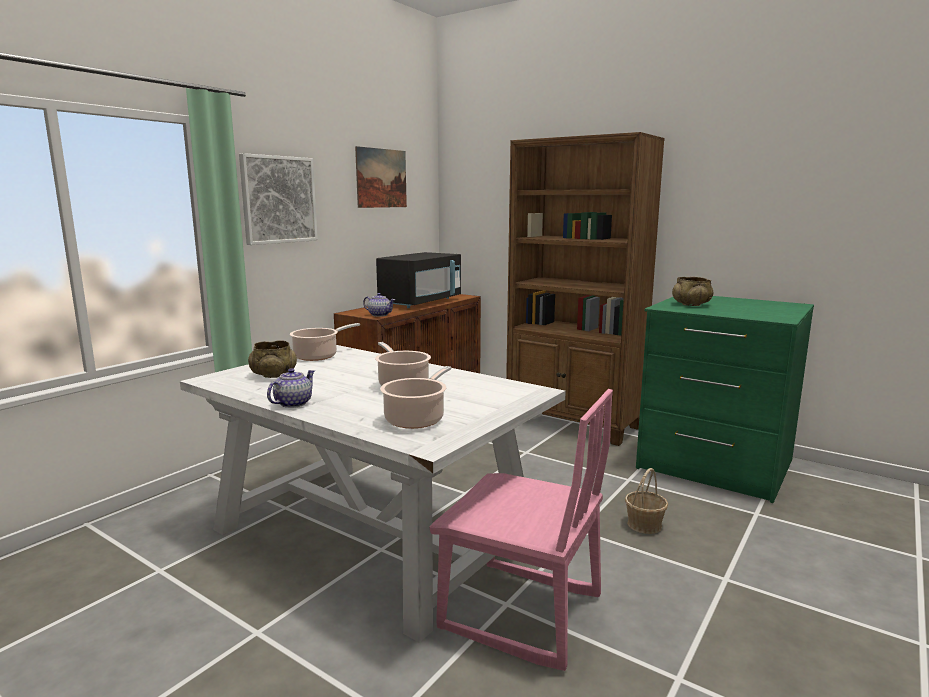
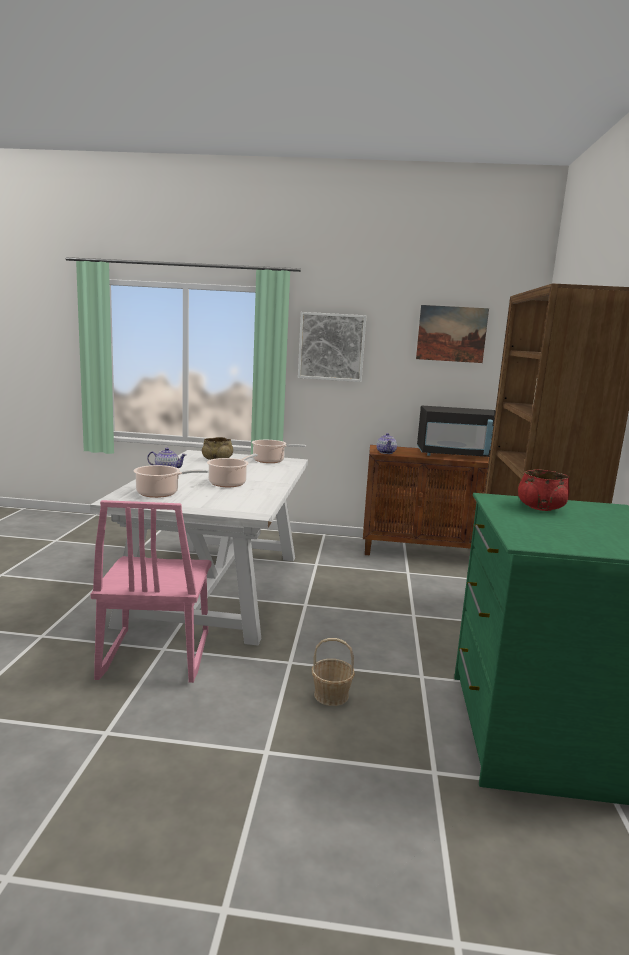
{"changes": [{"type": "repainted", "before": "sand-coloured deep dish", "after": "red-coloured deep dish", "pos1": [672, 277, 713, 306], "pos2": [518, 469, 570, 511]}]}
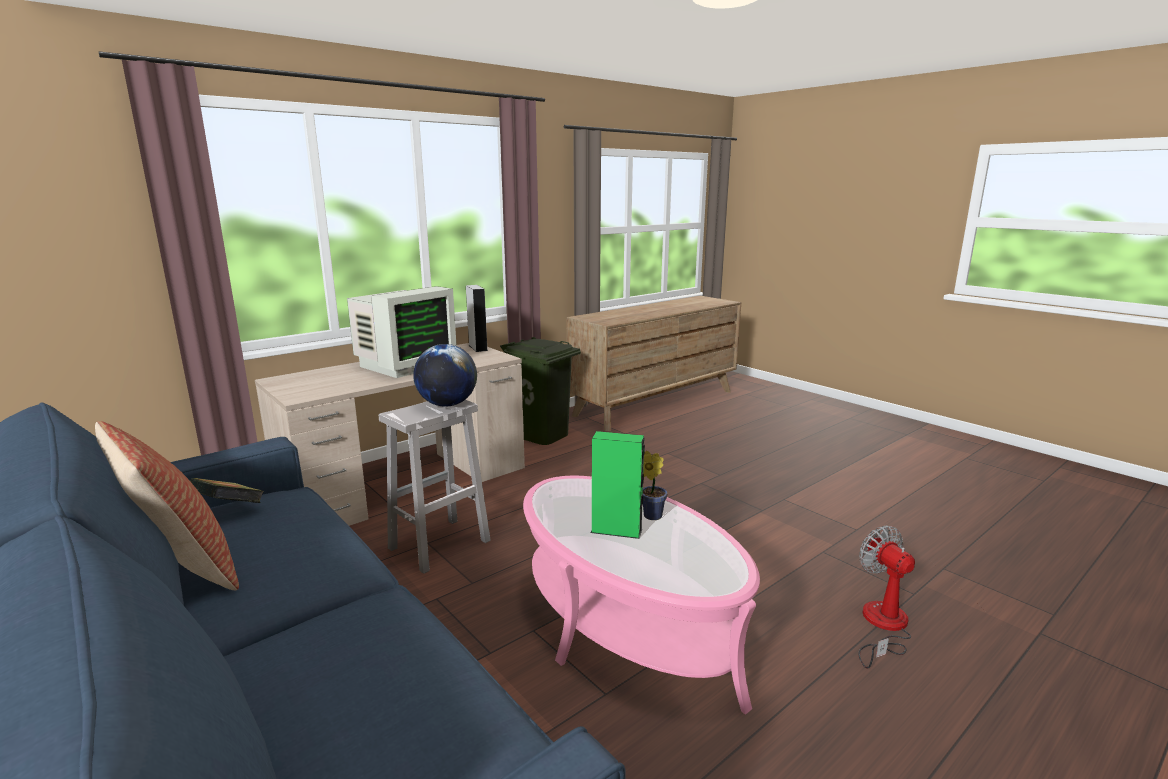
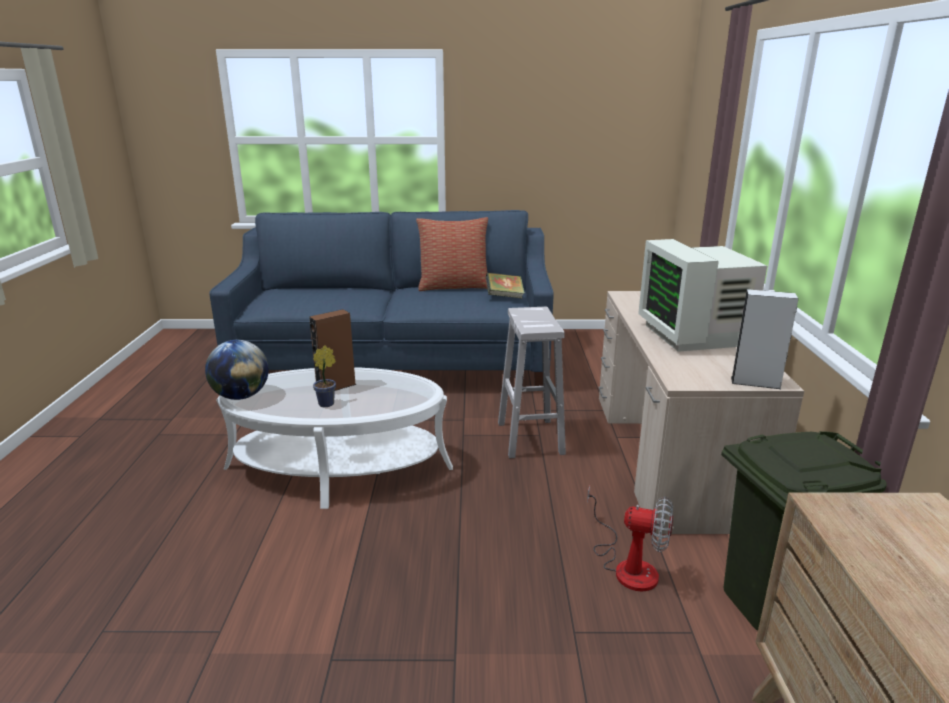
{"changes": [{"type": "shifted", "before": "globe", "pos1": [413, 344, 477, 407], "pos2": [205, 340, 269, 400]}, {"type": "repainted", "before": "pinkish lounge table", "after": "white lounge table", "pos1": [523, 476, 760, 715], "pos2": [216, 367, 453, 509]}, {"type": "repainted", "before": "green audio speaker", "after": "brownish audio speaker", "pos1": [591, 431, 645, 539], "pos2": [309, 309, 356, 391]}, {"type": "shifted", "before": "fan", "pos1": [858, 526, 915, 669], "pos2": [587, 486, 673, 592]}]}
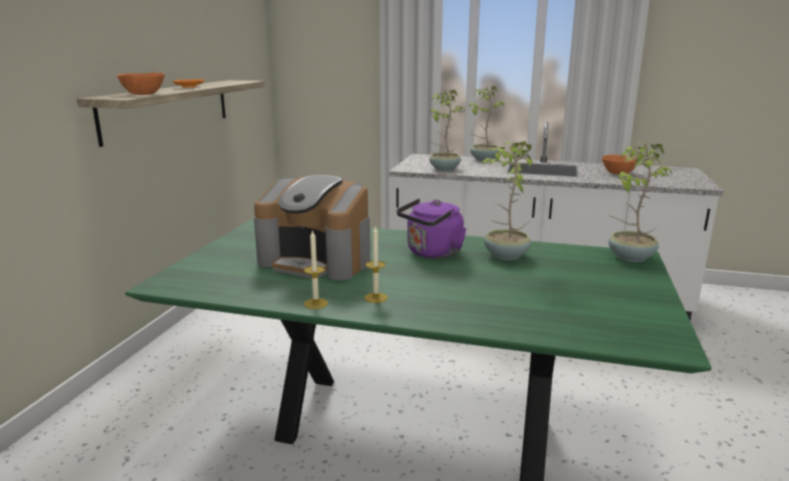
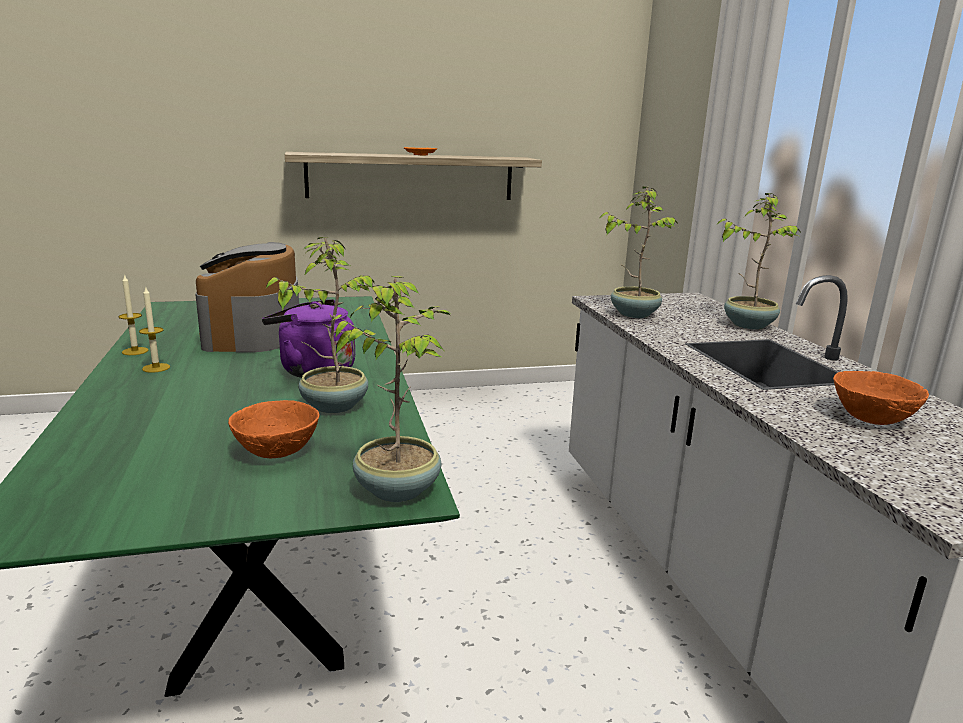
{"changes": [{"type": "shifted", "before": "orange deep dish", "pos1": [117, 73, 165, 95], "pos2": [228, 400, 320, 458]}]}
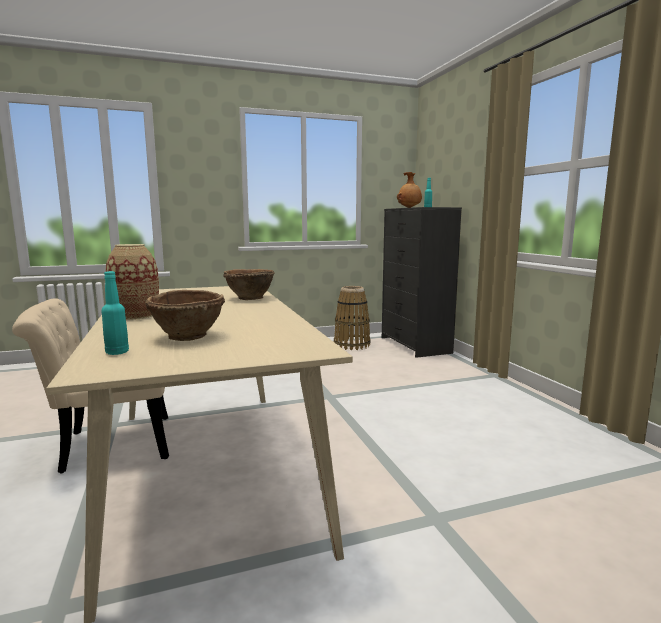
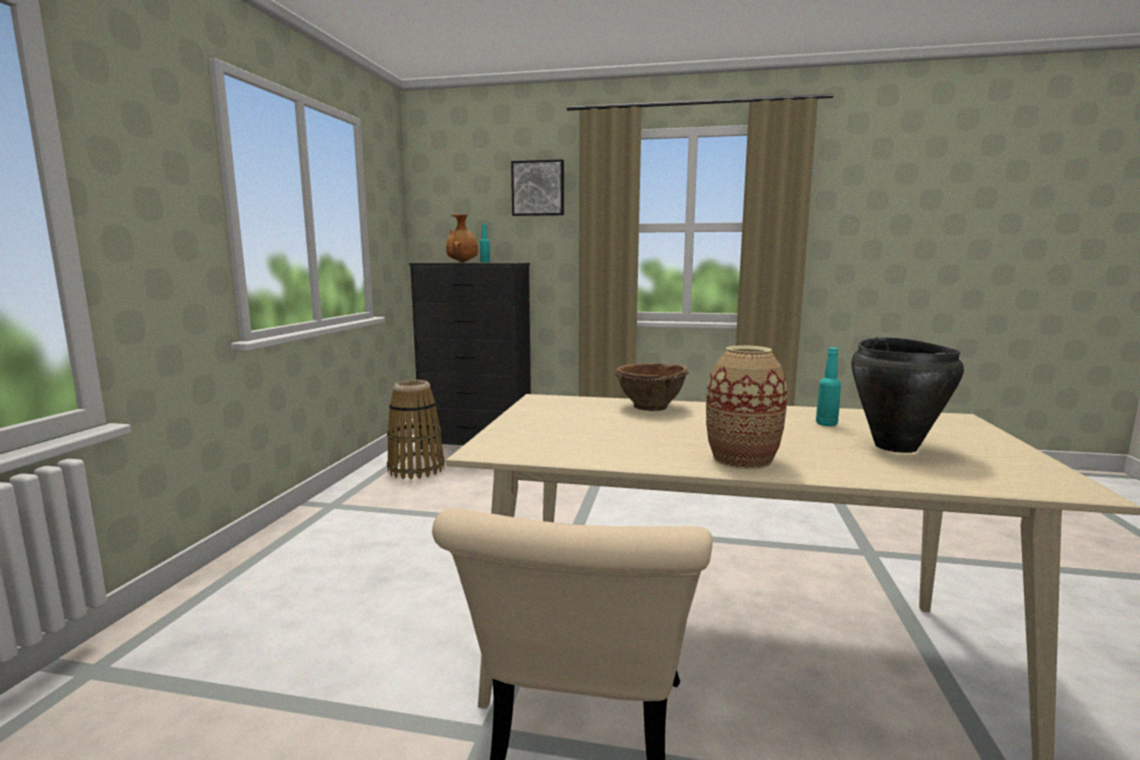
{"changes": [{"type": "new", "after": "picture", "pos2": [511, 159, 564, 216]}, {"type": "shifted", "before": "turquoise-coloured beverage bottle", "pos1": [101, 271, 129, 355], "pos2": [816, 347, 841, 426]}, {"type": "swapped", "before": "brownish deep dish", "after": "black saucepot", "pos1": [145, 290, 225, 341], "pos2": [851, 337, 964, 453]}]}
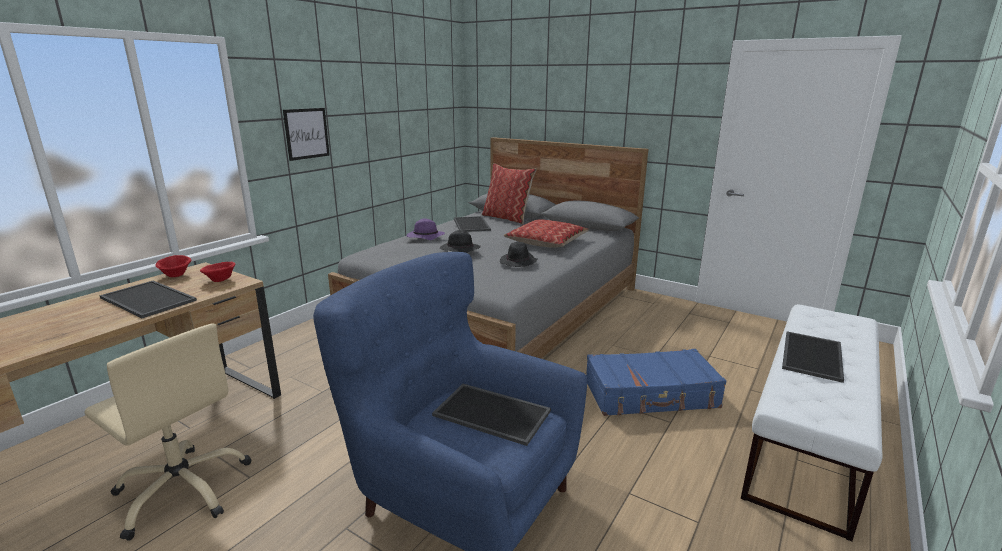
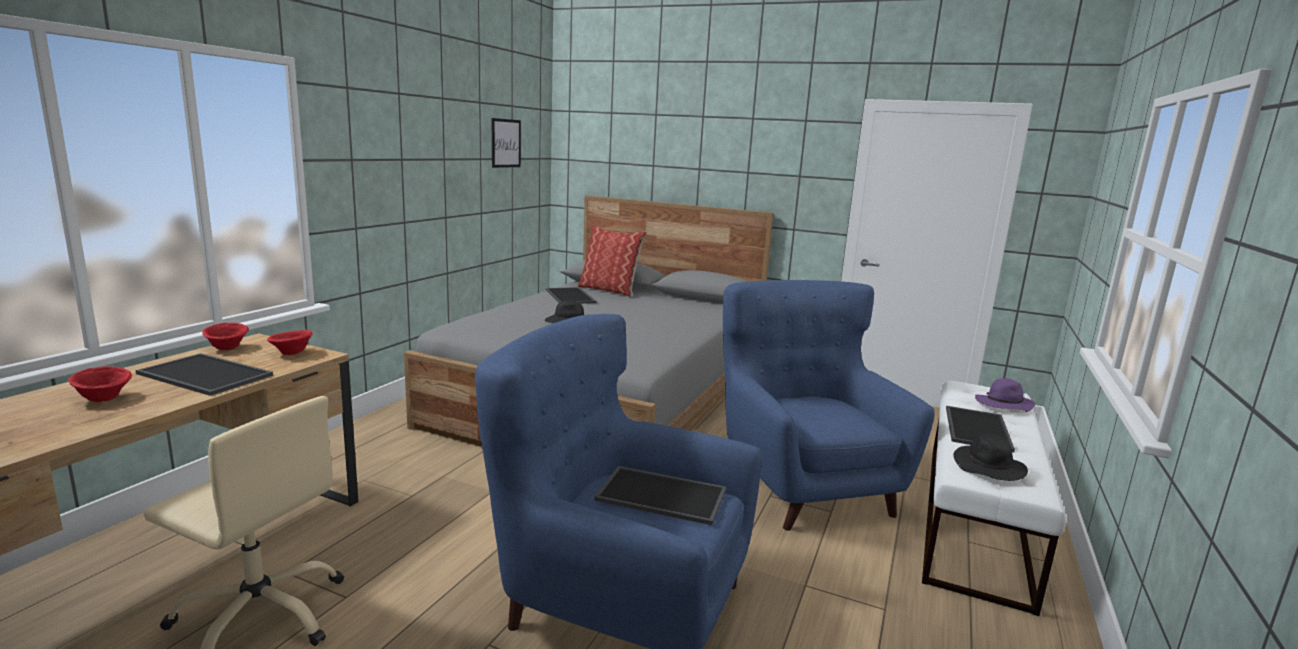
{"changes": [{"type": "new", "after": "red-coloured deep dish", "pos2": [68, 366, 132, 402]}, {"type": "shifted", "before": "picture", "pos1": [283, 108, 330, 161], "pos2": [492, 118, 521, 168]}, {"type": "swapped", "before": "blue-coloured travel case", "after": "blue-coloured lounge chair", "pos1": [586, 349, 727, 416], "pos2": [723, 280, 935, 531]}, {"type": "shifted", "before": "black hat", "pos1": [500, 242, 538, 267], "pos2": [954, 434, 1028, 481]}, {"type": "shifted", "before": "purple-coloured hat", "pos1": [406, 219, 445, 240], "pos2": [975, 378, 1035, 412]}, {"type": "gone", "before": "pillow", "pos1": [504, 219, 589, 248]}]}
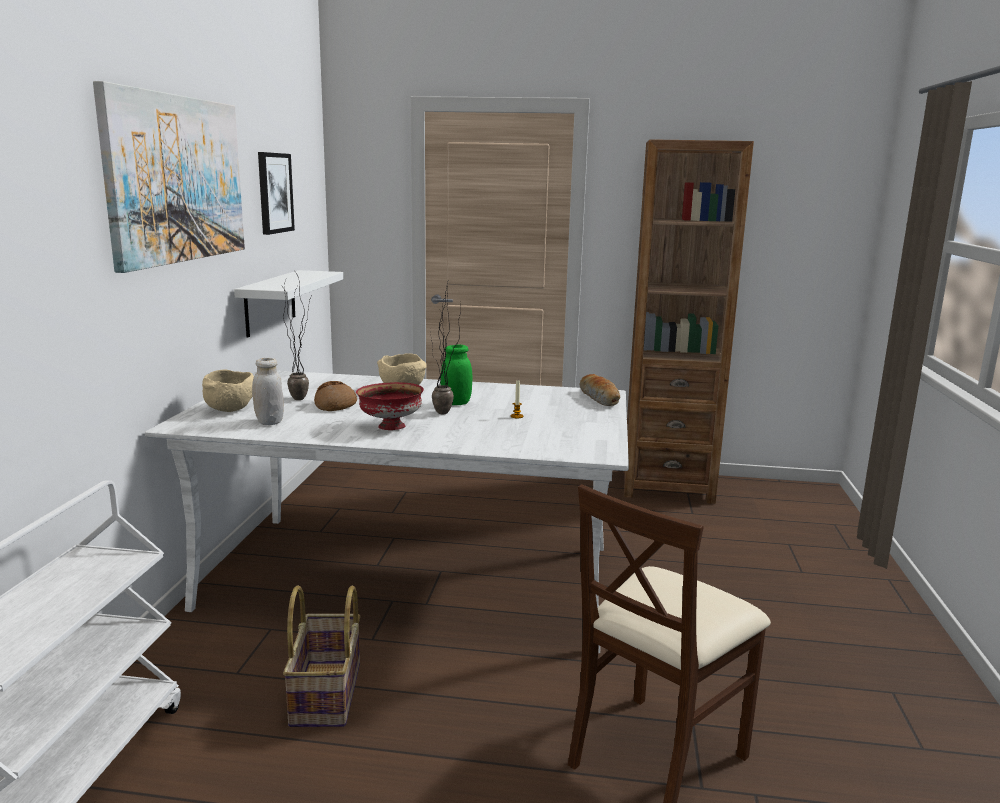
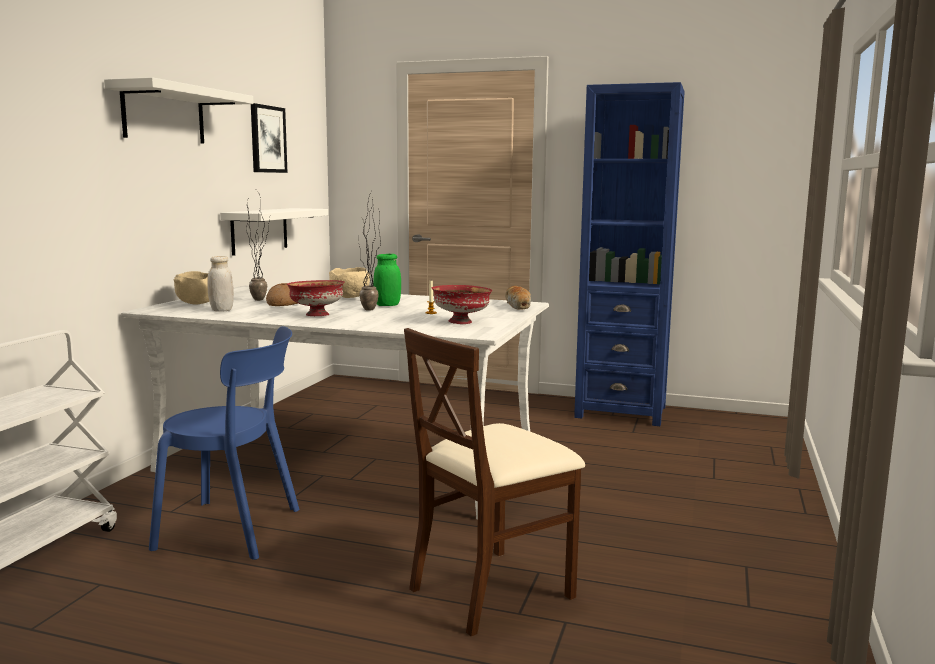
{"changes": [{"type": "swapped", "before": "picture", "after": "white wall shelf", "pos1": [93, 81, 245, 273], "pos2": [104, 77, 254, 144]}, {"type": "swapped", "before": "household basket", "after": "blue-coloured upright chair", "pos1": [283, 585, 360, 727], "pos2": [149, 326, 299, 560]}, {"type": "new", "after": "red-coloured deep dish", "pos2": [432, 285, 492, 324]}, {"type": "repainted", "before": "brownish bookcase", "after": "blue-coloured bookcase", "pos1": [624, 139, 754, 504], "pos2": [574, 82, 685, 426]}]}
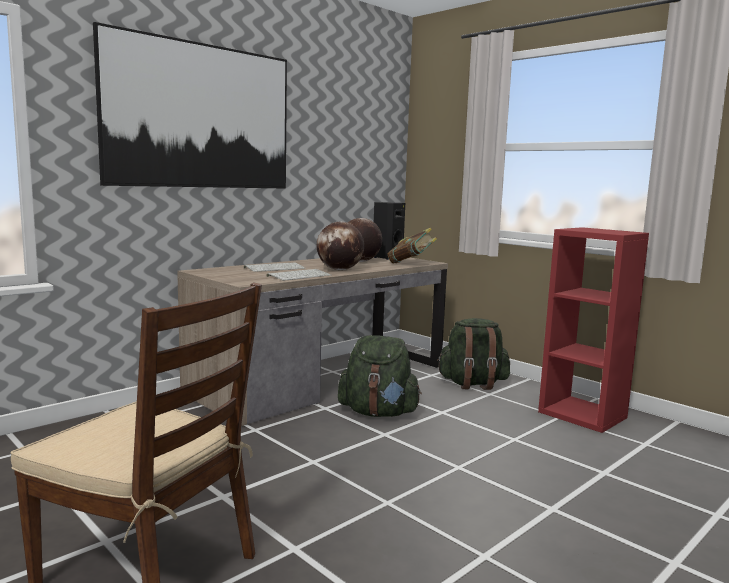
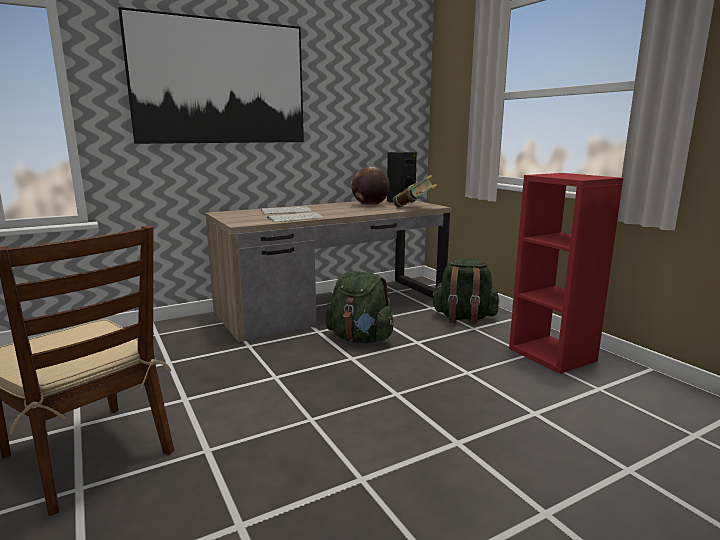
{"changes": [{"type": "gone", "before": "globe", "pos1": [317, 222, 364, 270]}]}
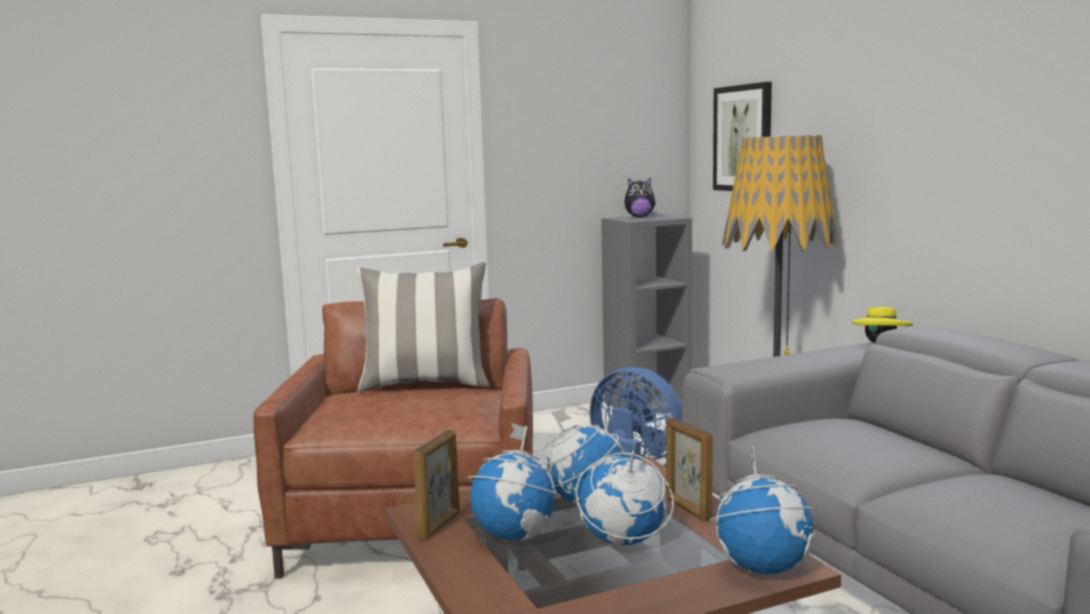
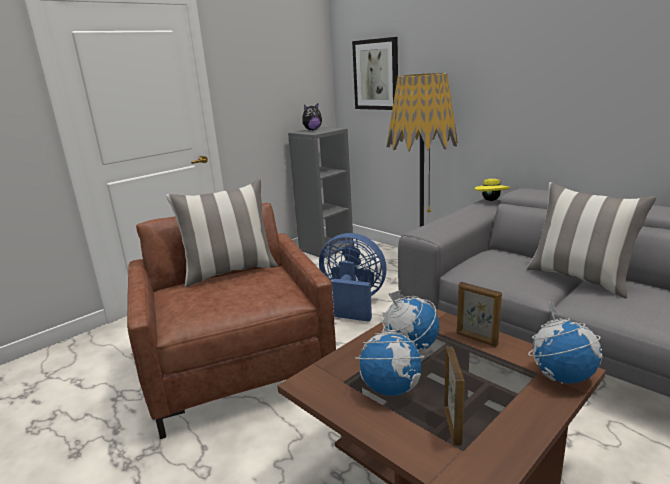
{"changes": [{"type": "shifted", "before": "picture frame", "pos1": [413, 430, 460, 540], "pos2": [444, 347, 465, 446]}, {"type": "new", "after": "pillow", "pos2": [527, 182, 657, 299]}, {"type": "gone", "before": "globe", "pos1": [575, 443, 674, 546]}]}
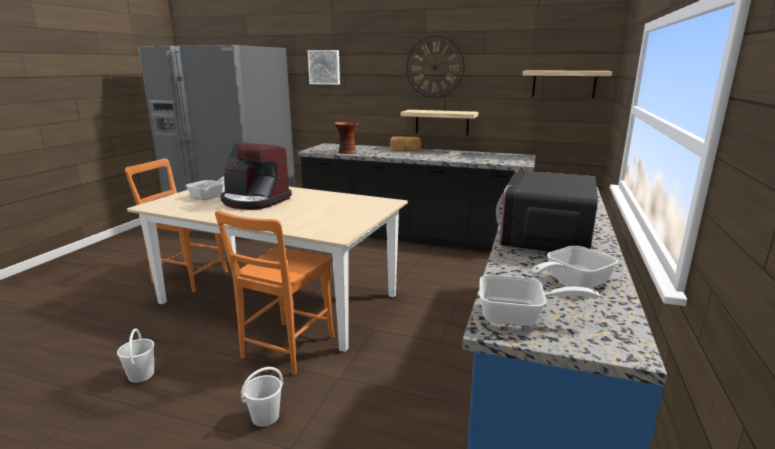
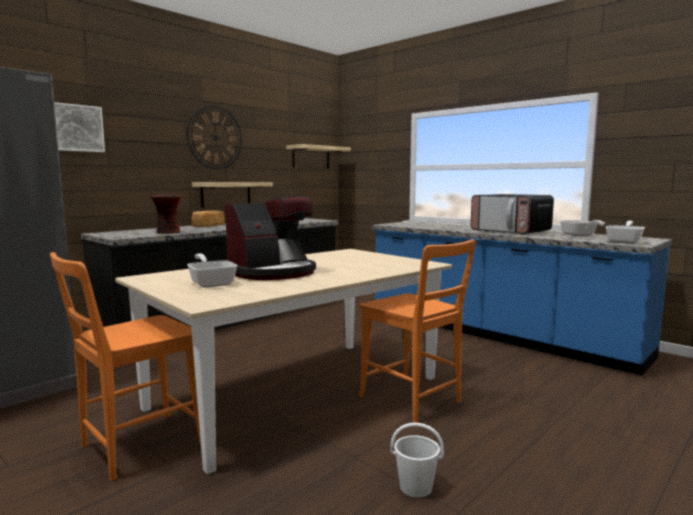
{"changes": [{"type": "gone", "before": "white bucket", "pos1": [241, 367, 283, 427]}]}
